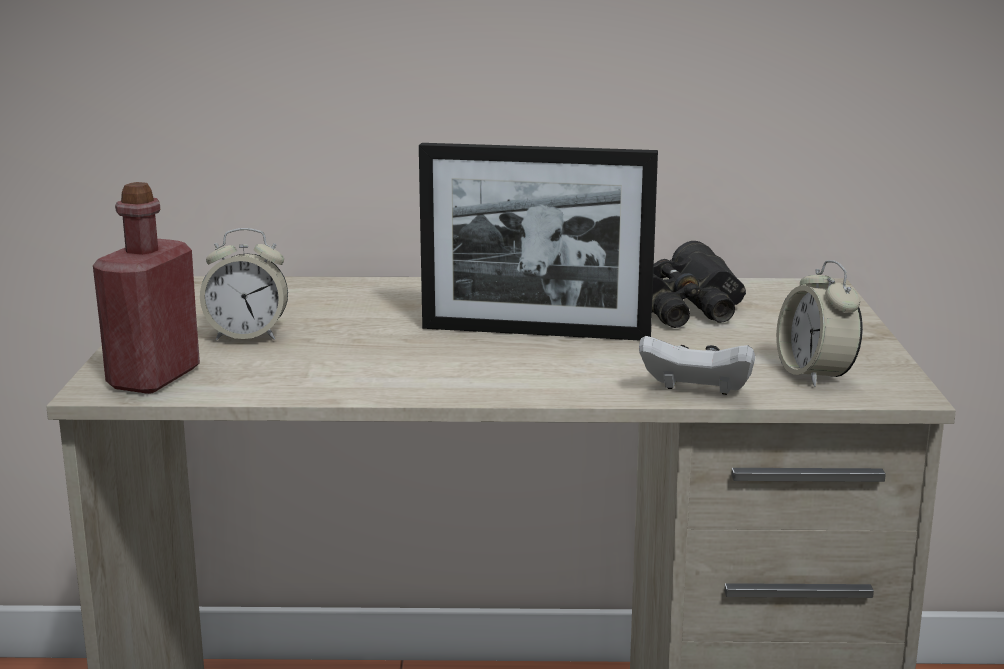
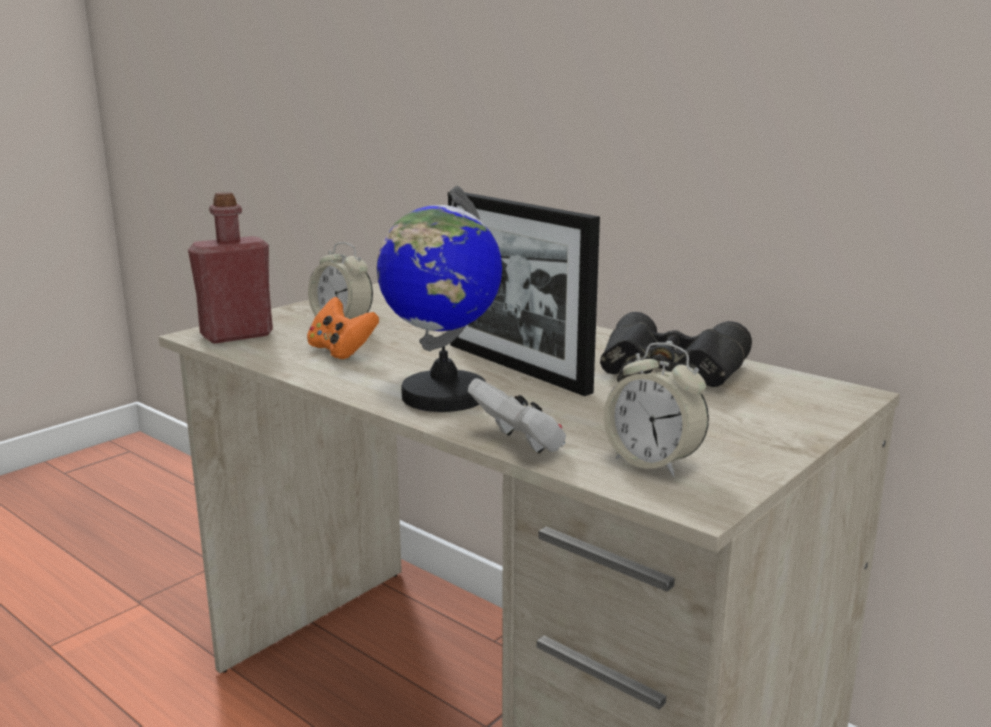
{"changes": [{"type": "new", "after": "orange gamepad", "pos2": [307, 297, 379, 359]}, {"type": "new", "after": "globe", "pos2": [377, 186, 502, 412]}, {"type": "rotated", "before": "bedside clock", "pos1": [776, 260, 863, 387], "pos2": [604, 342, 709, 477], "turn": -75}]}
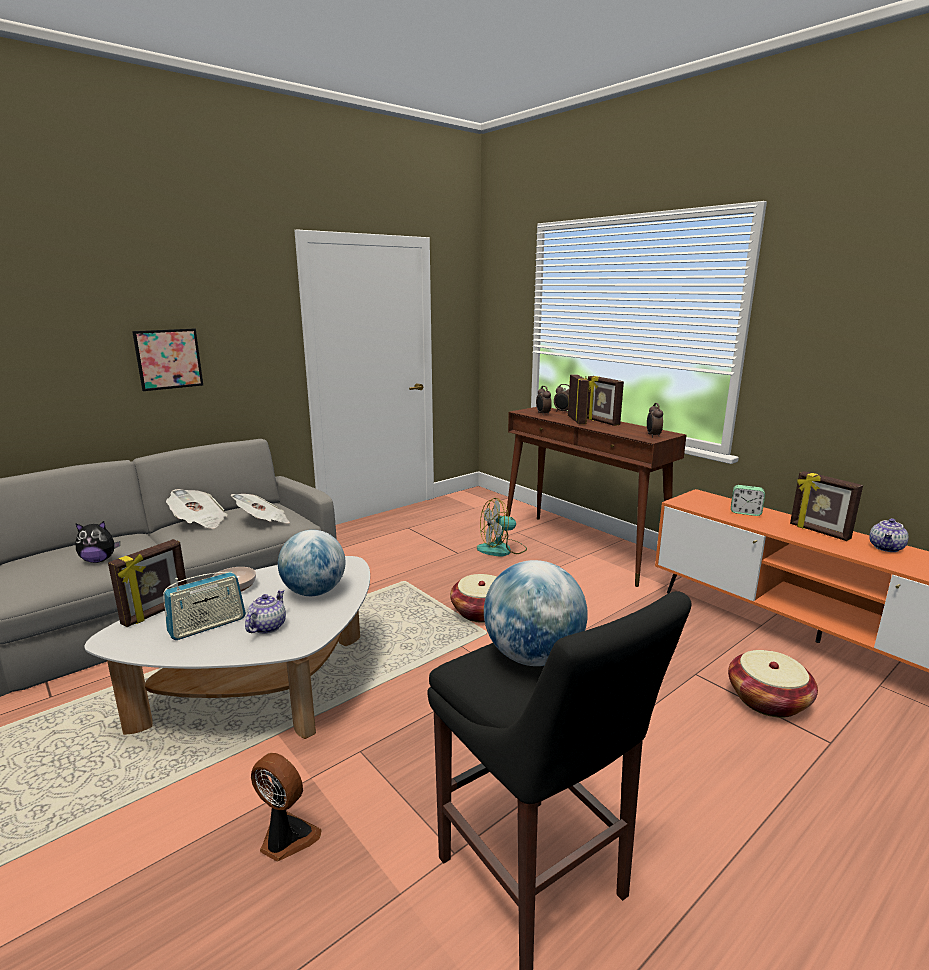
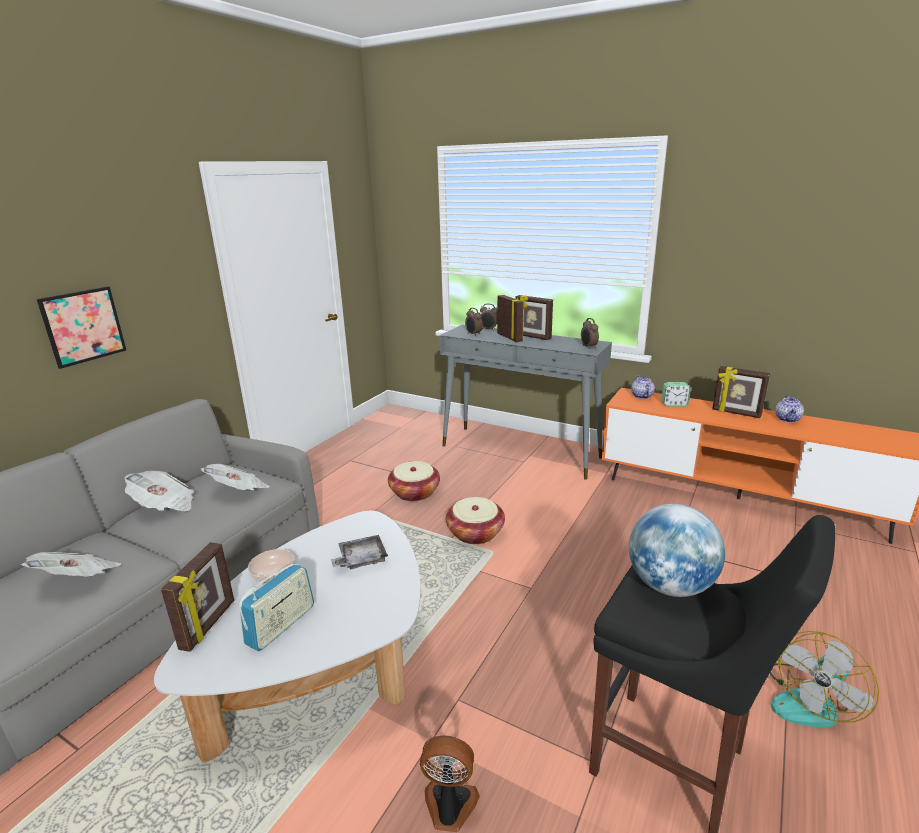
{"changes": [{"type": "swapped", "before": "cuddly toy", "after": "newspaper", "pos1": [76, 521, 120, 563], "pos2": [21, 552, 121, 577]}, {"type": "swapped", "before": "globe", "after": "grey carrying tray", "pos1": [278, 530, 346, 596], "pos2": [331, 535, 388, 569]}, {"type": "shifted", "before": "household basket", "pos1": [728, 650, 818, 718], "pos2": [388, 461, 440, 501]}, {"type": "repainted", "before": "brownish console table", "after": "grey console table", "pos1": [506, 407, 686, 587], "pos2": [440, 325, 612, 480]}, {"type": "shifted", "before": "tea pot", "pos1": [245, 589, 286, 634], "pos2": [631, 375, 655, 399]}, {"type": "shifted", "before": "fan", "pos1": [477, 498, 527, 557], "pos2": [770, 631, 879, 728]}]}
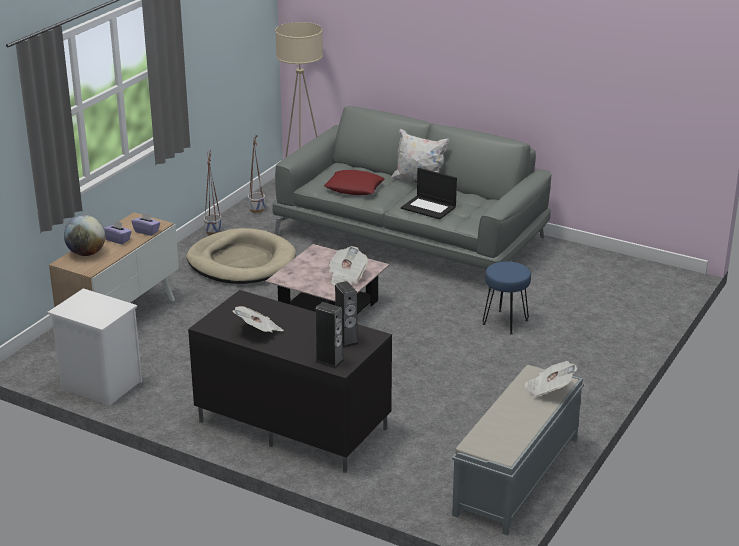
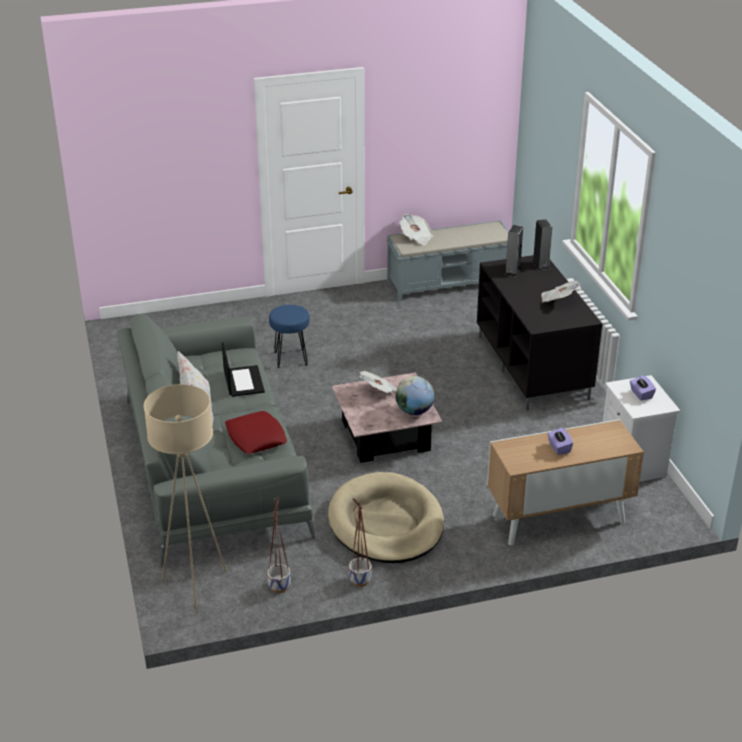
{"changes": [{"type": "shifted", "before": "globe", "pos1": [64, 215, 106, 256], "pos2": [395, 376, 435, 415]}, {"type": "shifted", "before": "purple-coloured tissue holder", "pos1": [131, 212, 160, 236], "pos2": [630, 375, 656, 401]}]}
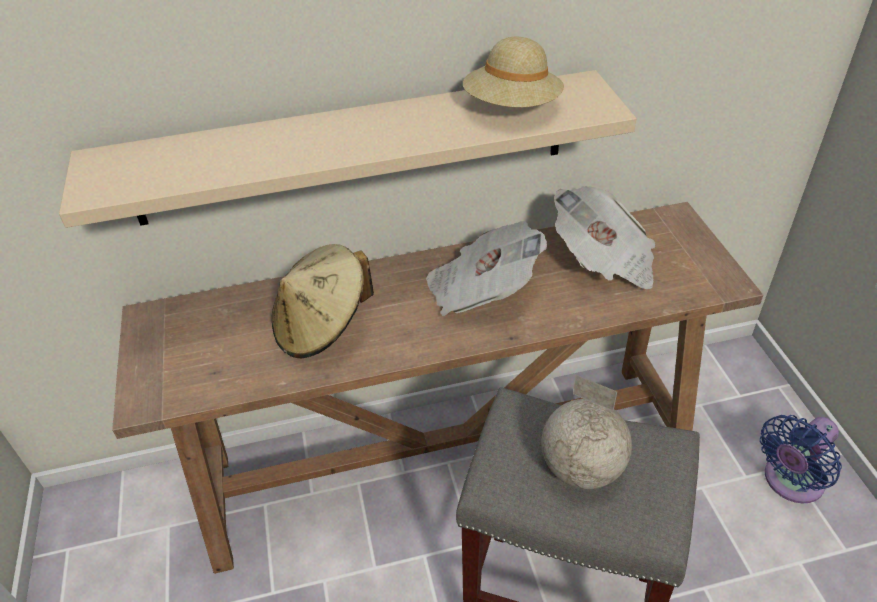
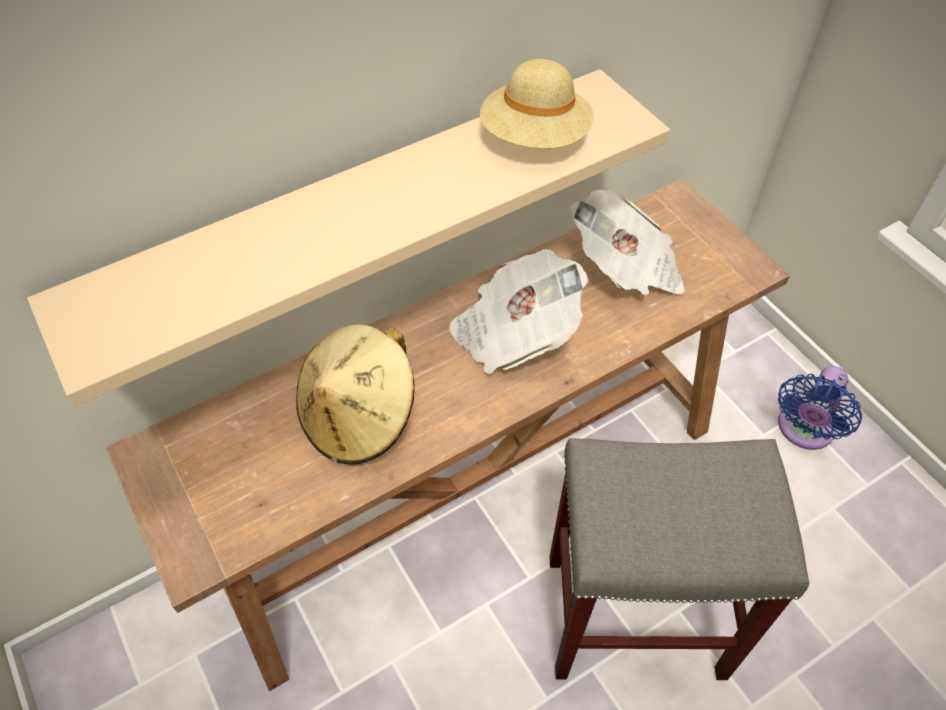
{"changes": [{"type": "gone", "before": "globe", "pos1": [541, 375, 632, 489]}]}
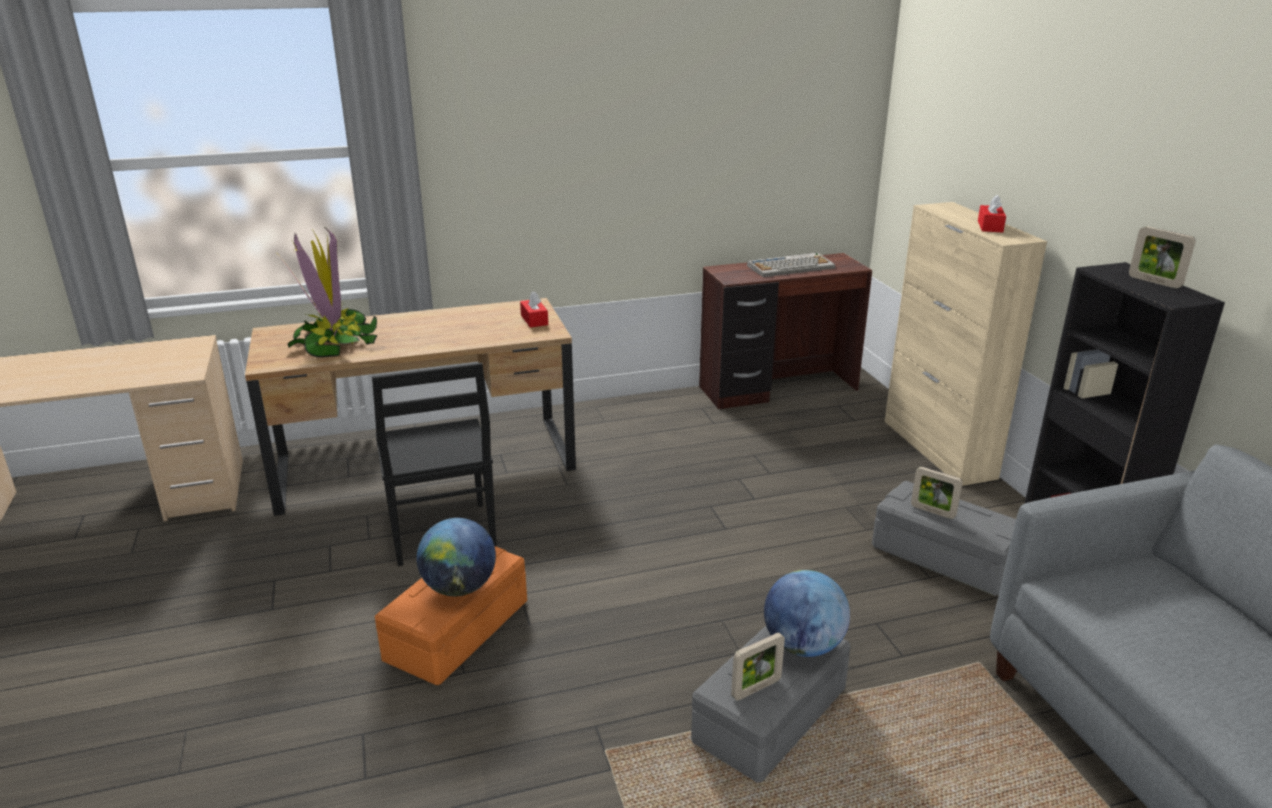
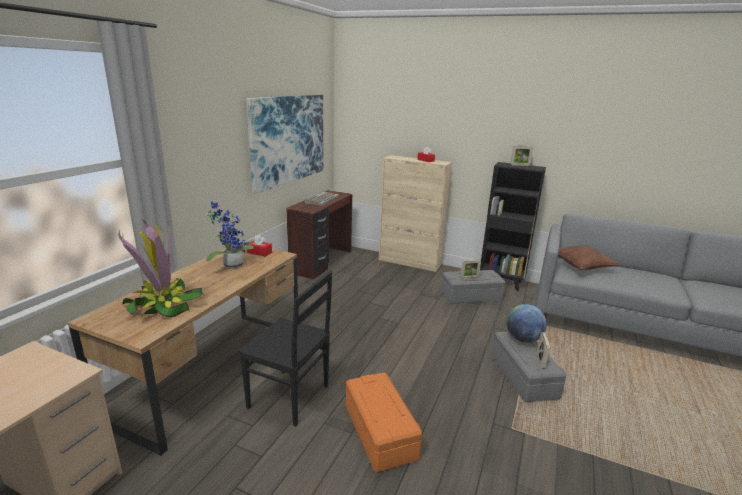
{"changes": [{"type": "new", "after": "potted plant", "pos2": [206, 201, 257, 269]}, {"type": "new", "after": "picture", "pos2": [246, 95, 323, 194]}, {"type": "new", "after": "brownish pillow", "pos2": [558, 245, 620, 270]}, {"type": "gone", "before": "globe", "pos1": [417, 518, 496, 596]}]}
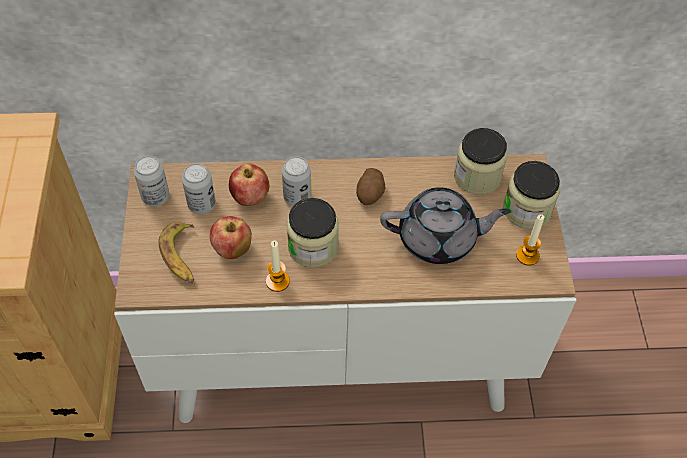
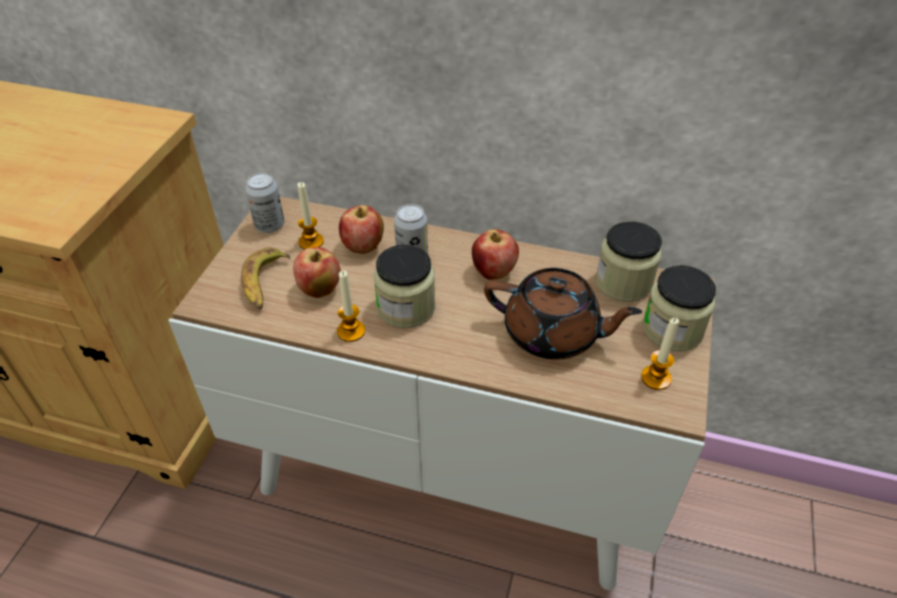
{"changes": [{"type": "swapped", "before": "sealed can", "after": "candle", "pos1": [182, 163, 216, 214], "pos2": [297, 182, 324, 249]}, {"type": "swapped", "before": "potato", "after": "apple", "pos1": [356, 168, 386, 205], "pos2": [472, 229, 519, 280]}, {"type": "repainted", "before": "grey tea pot", "after": "brownish tea pot", "pos1": [380, 187, 511, 264], "pos2": [484, 268, 642, 359]}]}
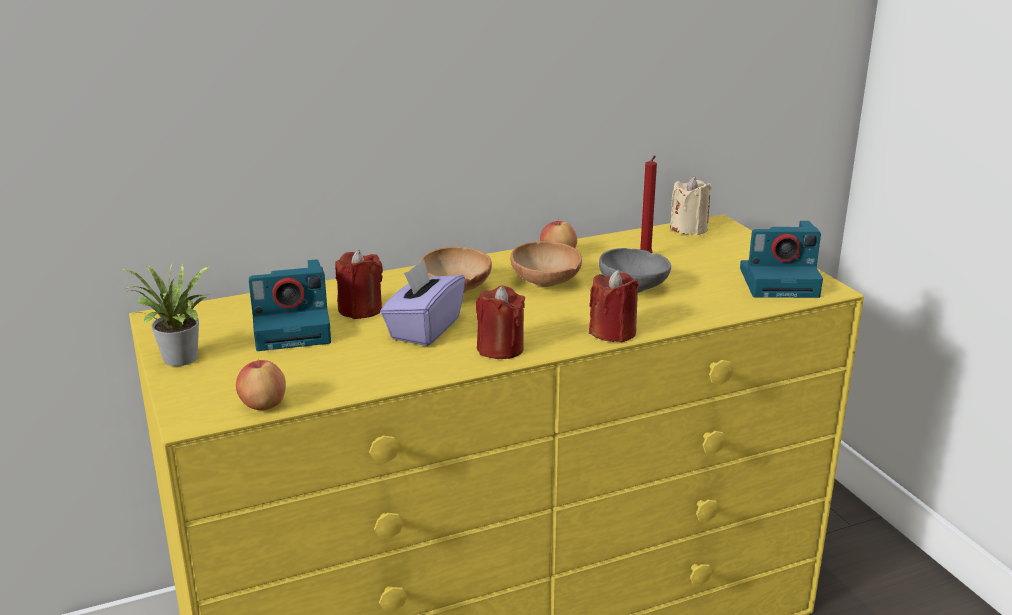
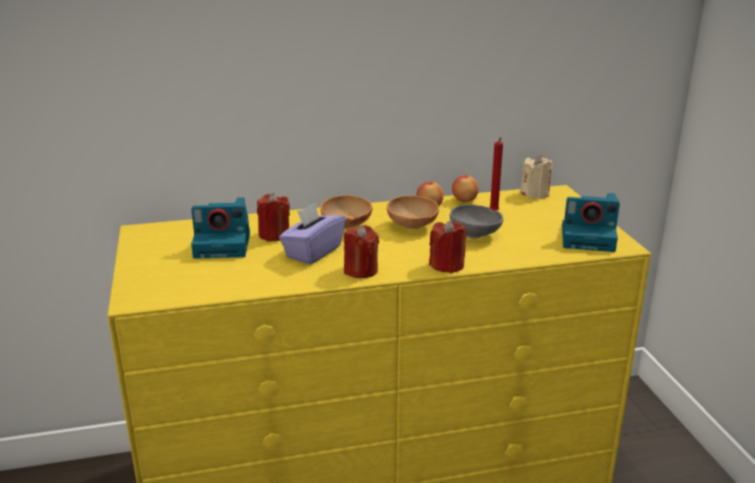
{"changes": [{"type": "shifted", "before": "apple", "pos1": [236, 359, 286, 410], "pos2": [452, 175, 479, 202]}, {"type": "gone", "before": "potted plant", "pos1": [121, 261, 211, 366]}]}
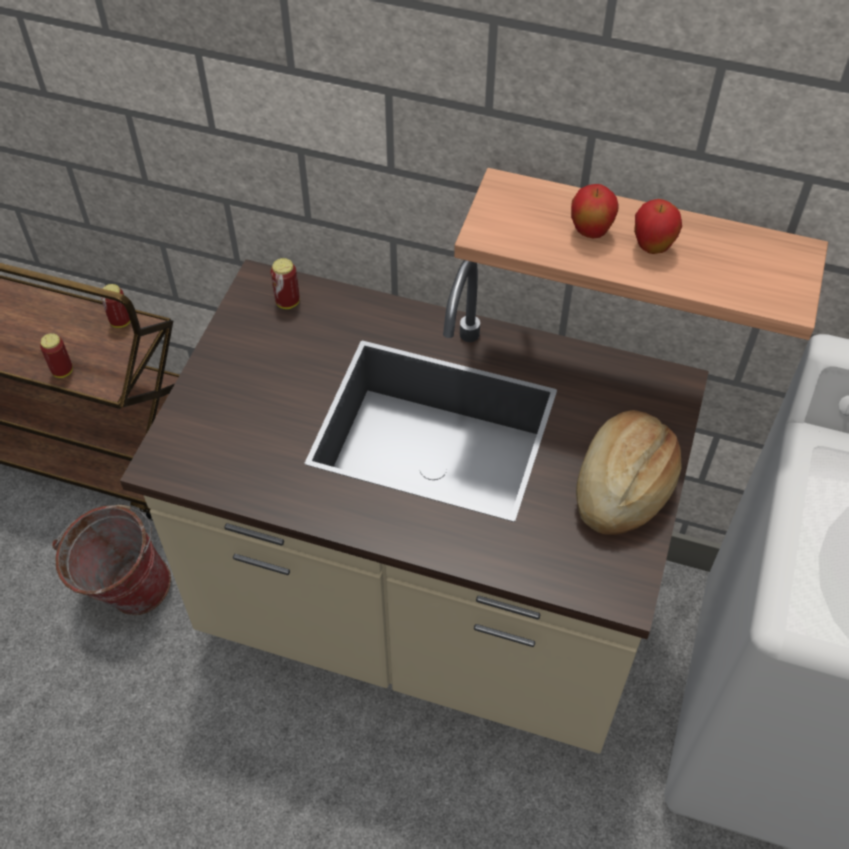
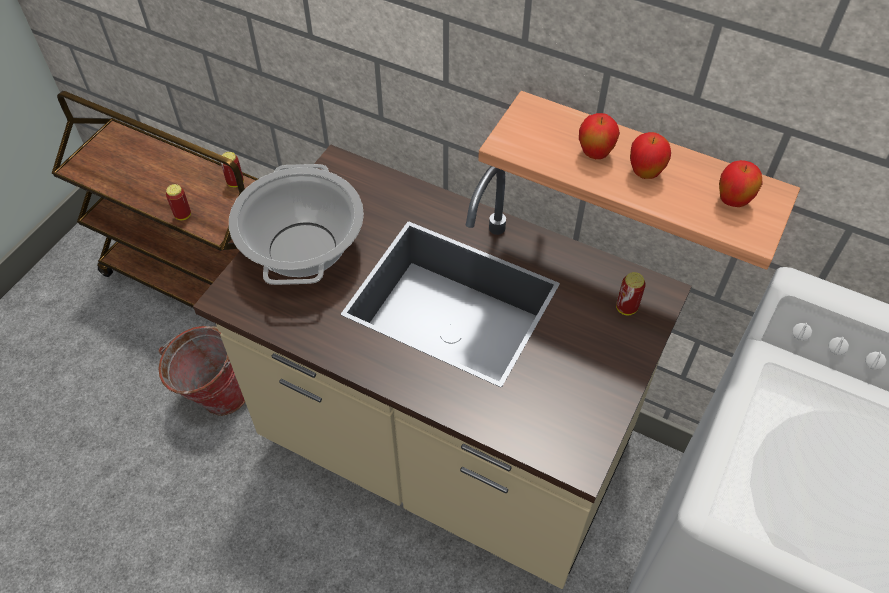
{"changes": [{"type": "new", "after": "saucepot", "pos2": [229, 164, 364, 285]}, {"type": "shifted", "before": "sealed can", "pos1": [270, 258, 300, 309], "pos2": [616, 272, 646, 315]}, {"type": "new", "after": "apple", "pos2": [719, 160, 763, 207]}, {"type": "gone", "before": "bread", "pos1": [576, 410, 682, 535]}]}
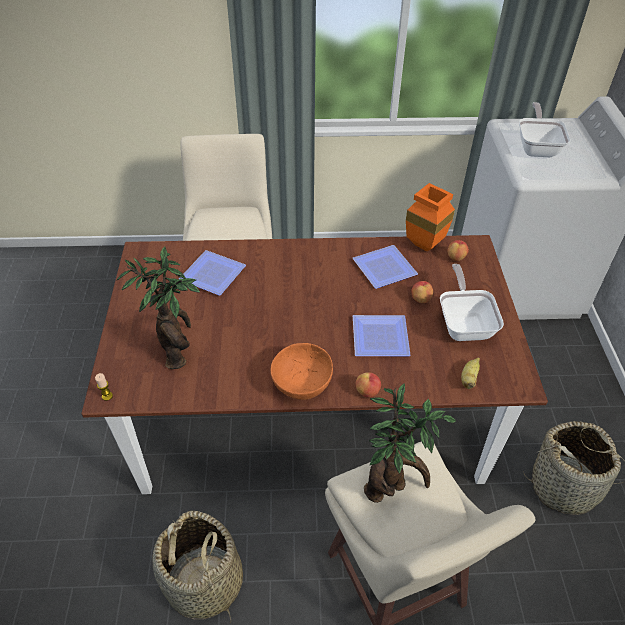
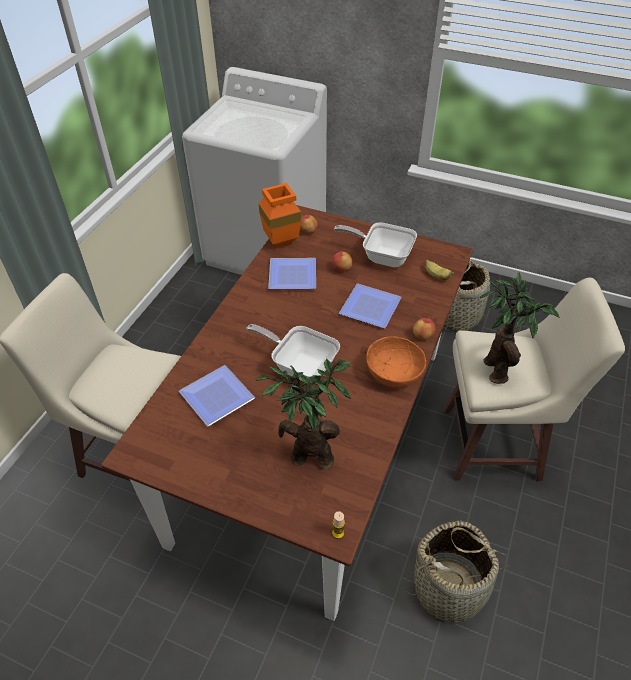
{"changes": [{"type": "shifted", "before": "frying pan", "pos1": [519, 102, 570, 157], "pos2": [246, 324, 340, 382]}]}
